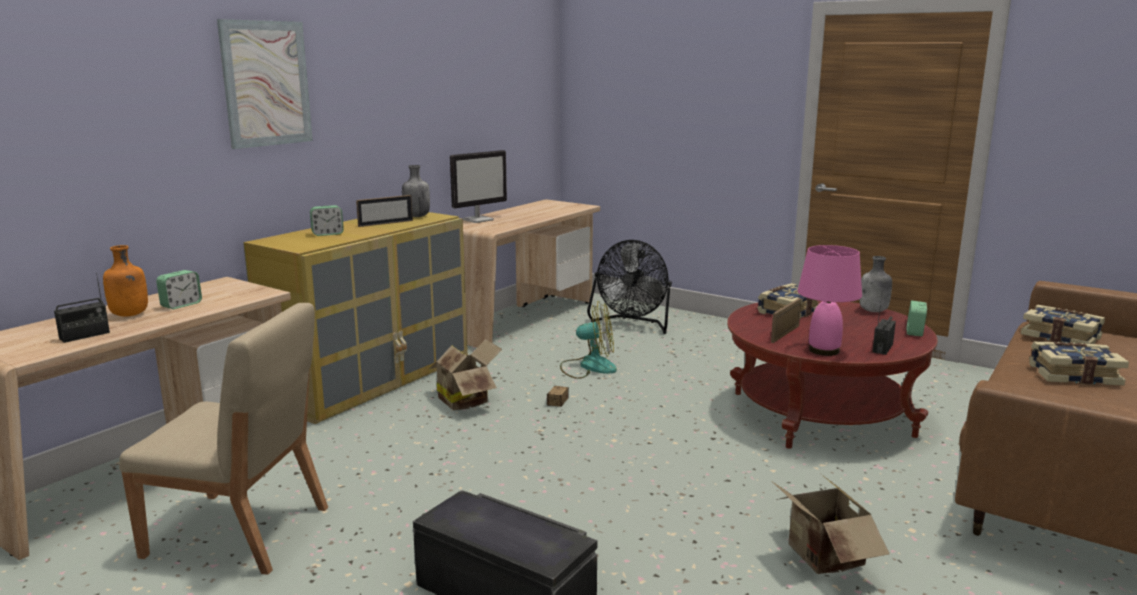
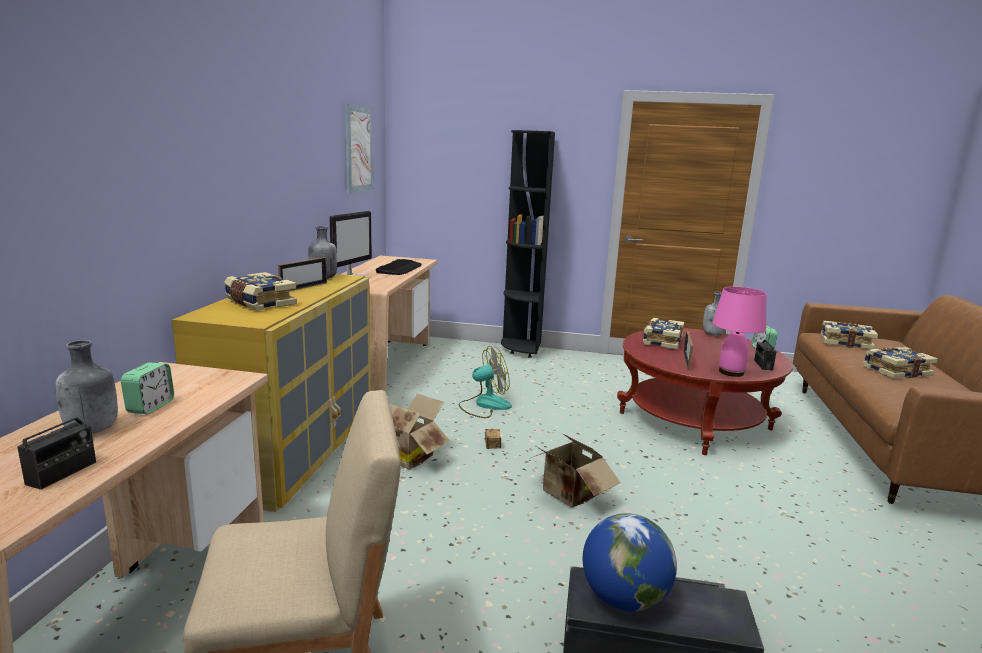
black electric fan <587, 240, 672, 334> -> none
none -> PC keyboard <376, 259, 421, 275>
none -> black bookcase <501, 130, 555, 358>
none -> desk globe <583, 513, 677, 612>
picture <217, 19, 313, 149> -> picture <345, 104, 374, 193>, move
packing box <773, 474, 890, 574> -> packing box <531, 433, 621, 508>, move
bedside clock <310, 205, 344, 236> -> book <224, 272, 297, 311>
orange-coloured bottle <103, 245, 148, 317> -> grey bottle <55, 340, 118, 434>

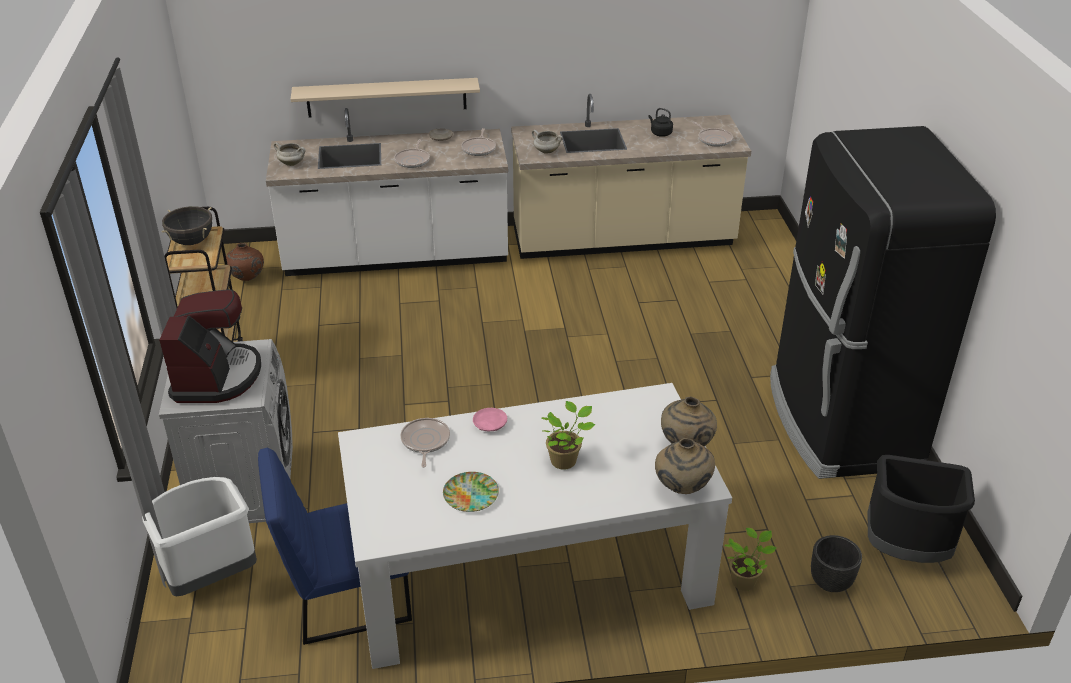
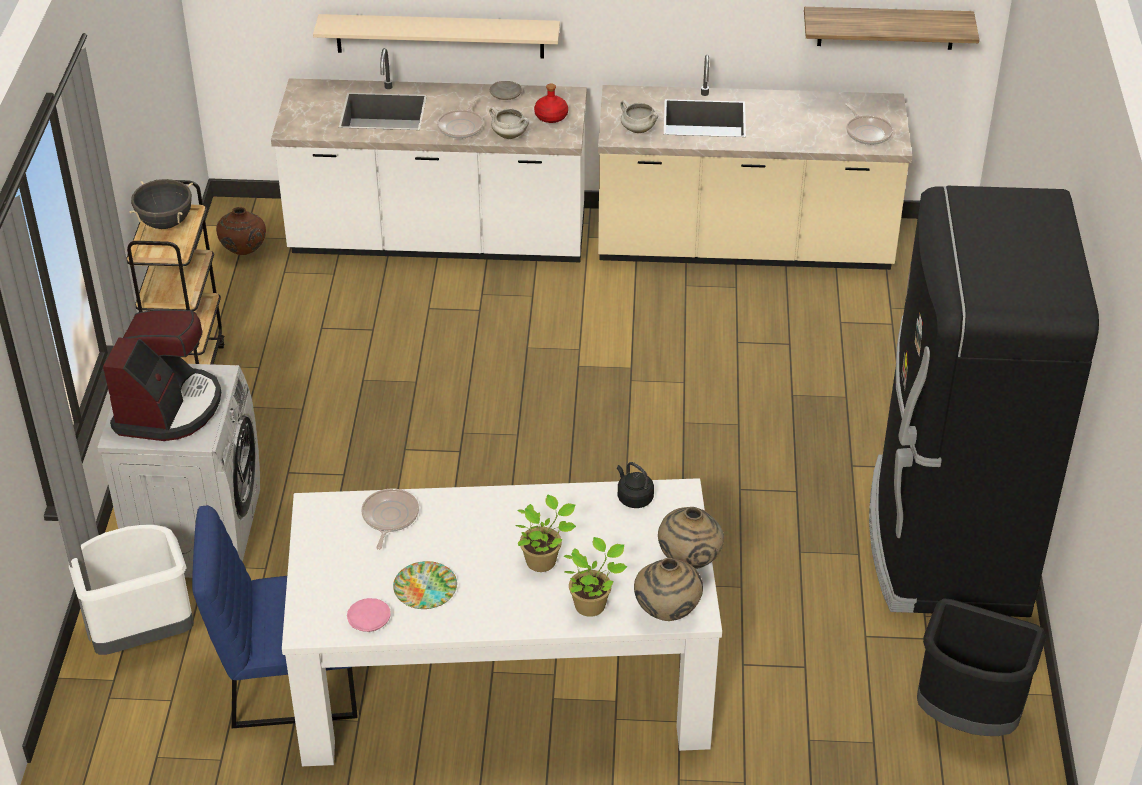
black flower pot <811, 535, 862, 592> -> none
none -> bracket shelf <804, 7, 979, 50>
whitish saucepot <274, 142, 305, 166> -> whitish saucepot <489, 107, 529, 139>, move
pink-coloured dinner plate <473, 408, 507, 431> -> pink-coloured dinner plate <347, 598, 391, 632>, move
black tea kettle <648, 108, 673, 137> -> black tea kettle <617, 462, 654, 508>, move
potted plant <724, 528, 777, 591> -> potted plant <564, 537, 627, 617>, move
frying pan <461, 128, 496, 156> -> red-coloured bottle <534, 84, 568, 123>

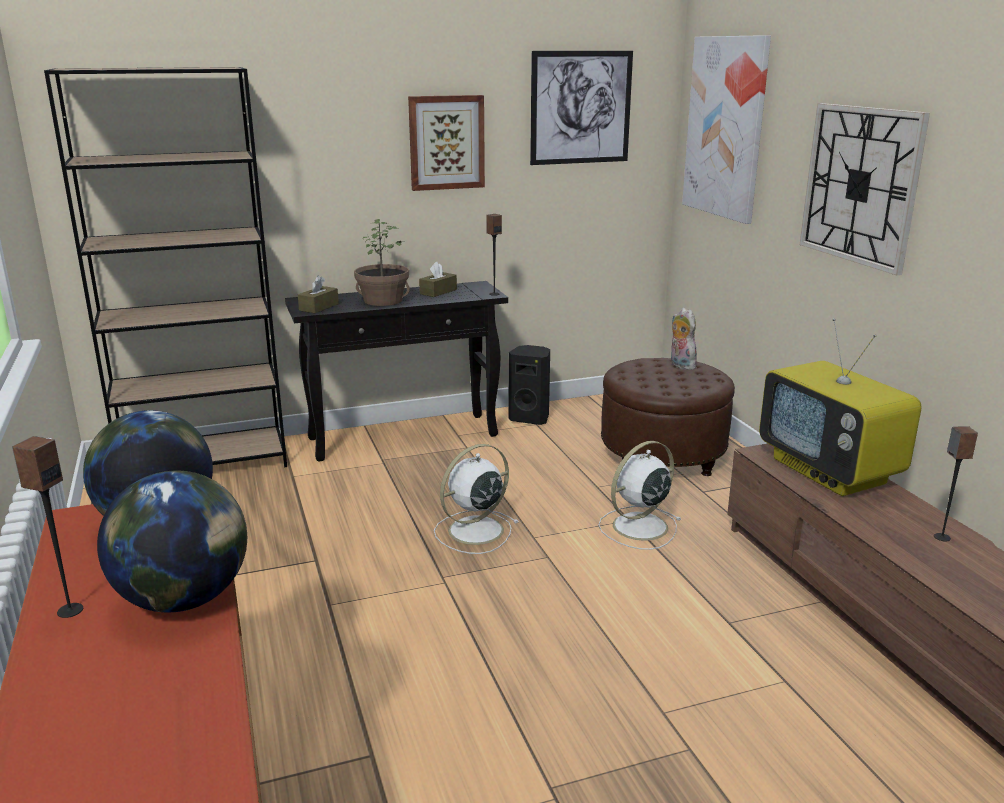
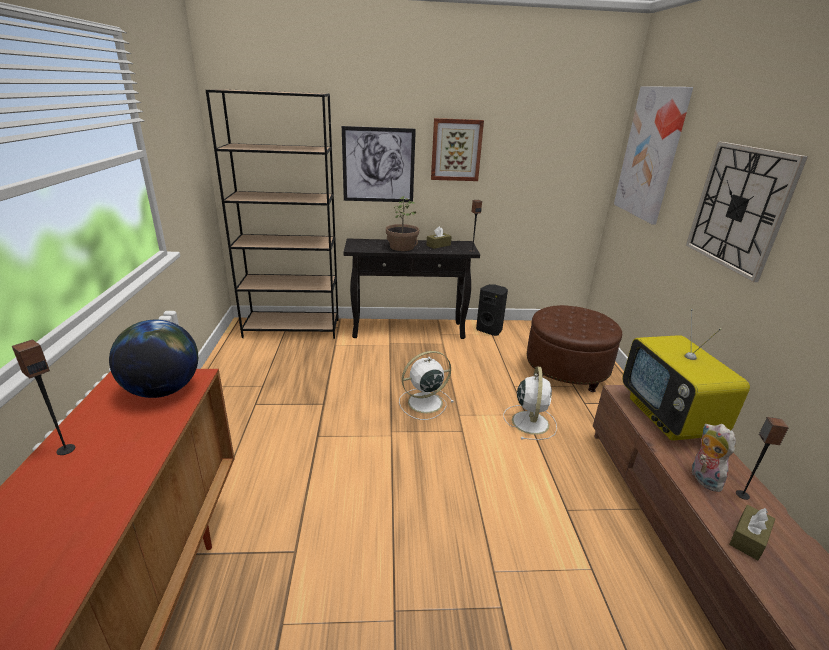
desk globe <97, 470, 247, 613> -> none
brown tissue box <298, 276, 339, 313> -> brown tissue box <729, 505, 775, 561>, move
picture <530, 51, 633, 165> -> picture <342, 126, 416, 202>, move
cuddly toy <671, 308, 697, 370> -> cuddly toy <692, 424, 736, 492>, move
whitish electric fan <598, 441, 682, 550> -> whitish electric fan <503, 366, 557, 440>, 120 degrees clockwise

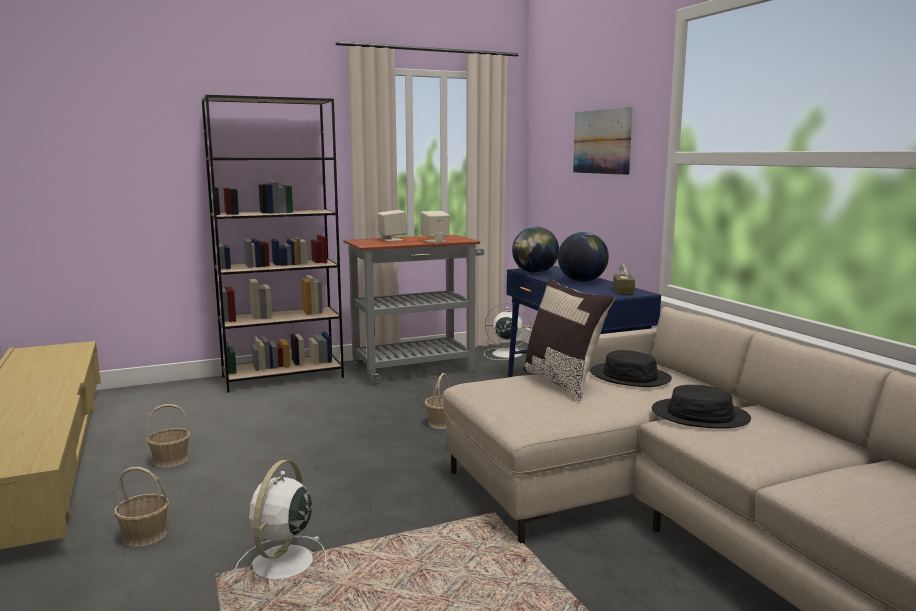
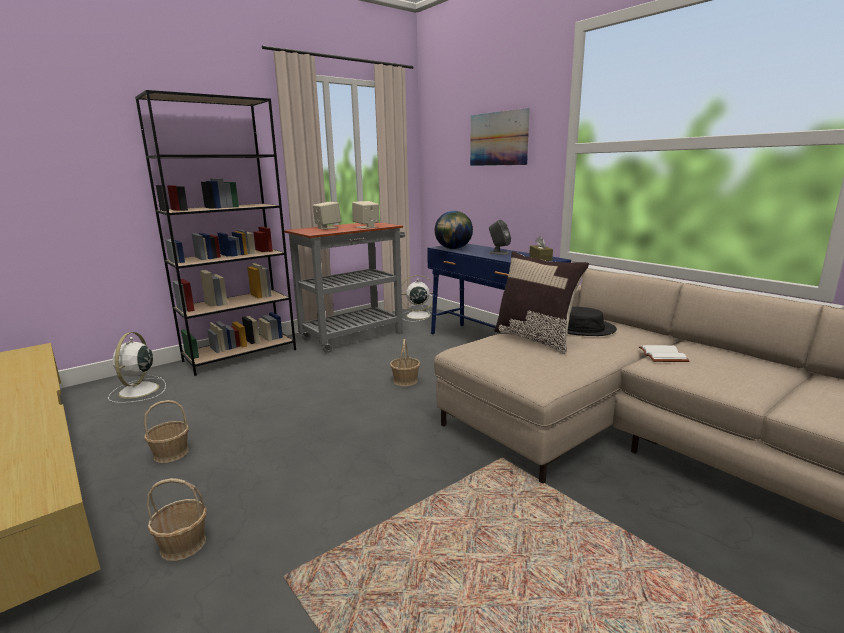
whitish electric fan <235, 460, 327, 579> -> whitish electric fan <108, 332, 166, 403>, move
desk globe <558, 232, 609, 282> -> grey audio speaker <489, 220, 511, 255>
black hat <652, 385, 751, 429> -> whitish book <639, 345, 689, 362>

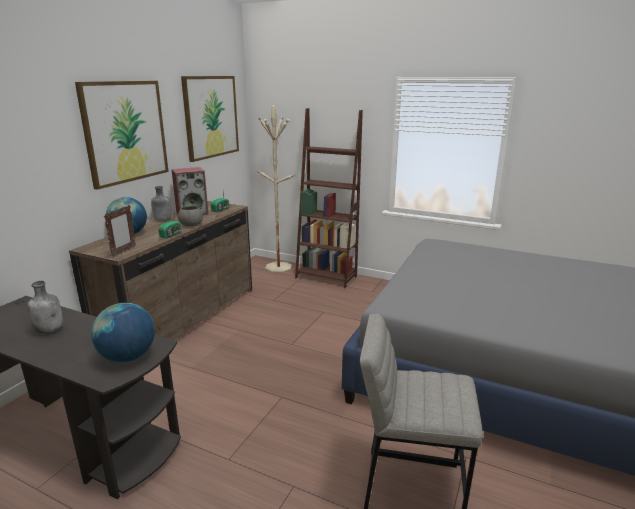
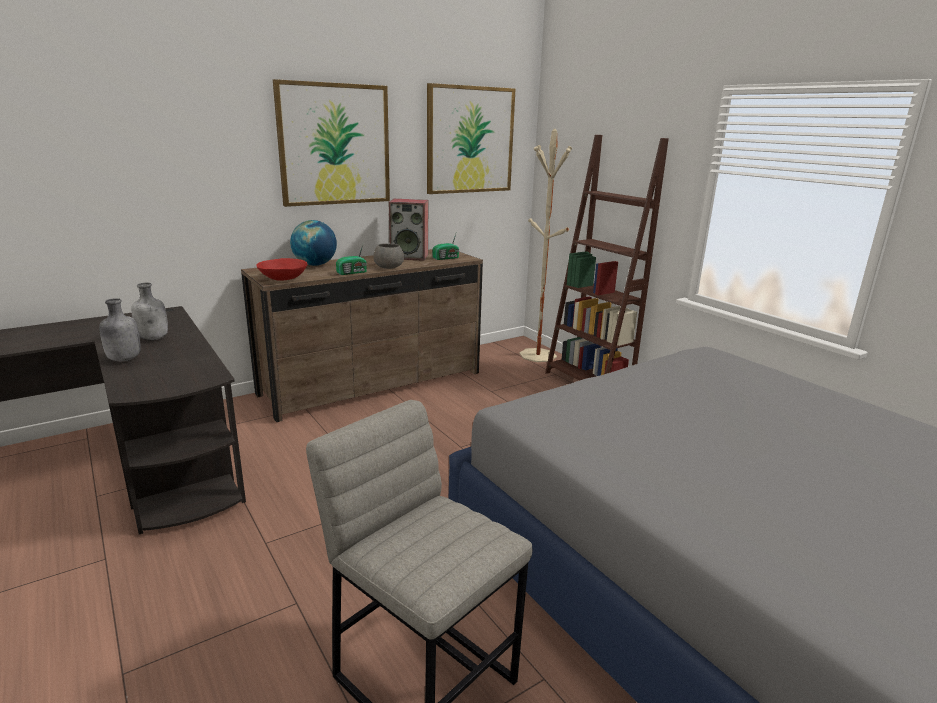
desk globe <91, 303, 155, 362> -> none
grey bottle <151, 186, 172, 221> -> grey bottle <99, 298, 141, 362>, move
picture frame <104, 205, 136, 257> -> red-coloured serving bowl <256, 258, 307, 281>

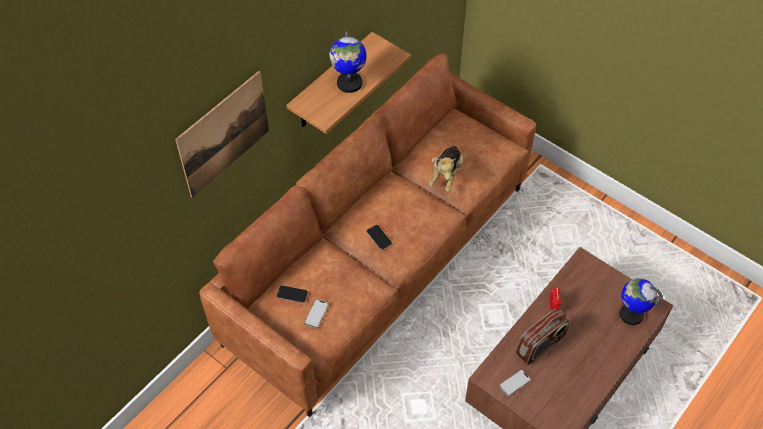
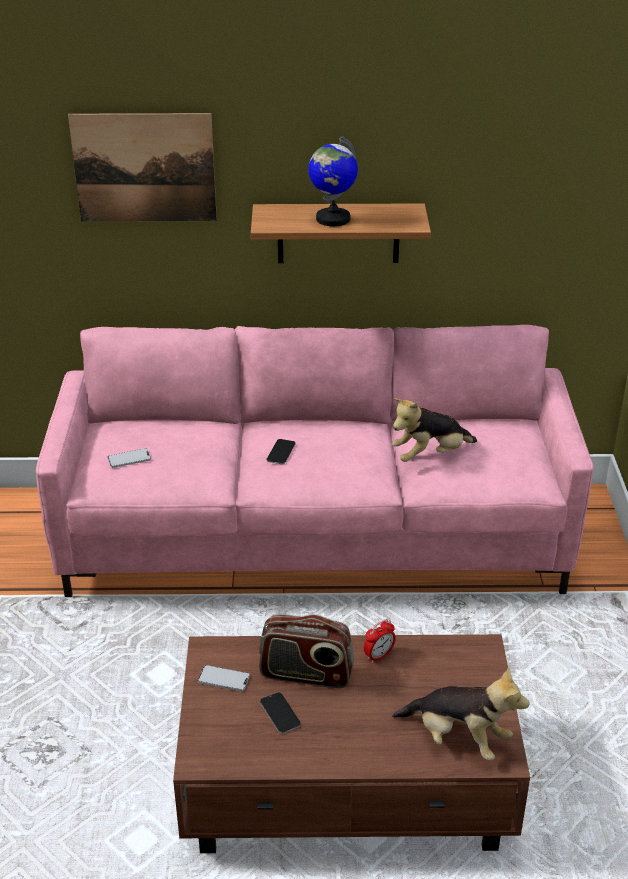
handset <277, 286, 308, 303> -> handset <260, 692, 301, 733>, move
desk globe <620, 278, 663, 325> -> cuddly toy <392, 666, 529, 761>
brown couch <199, 54, 536, 417> -> pink-coloured couch <36, 325, 594, 597>

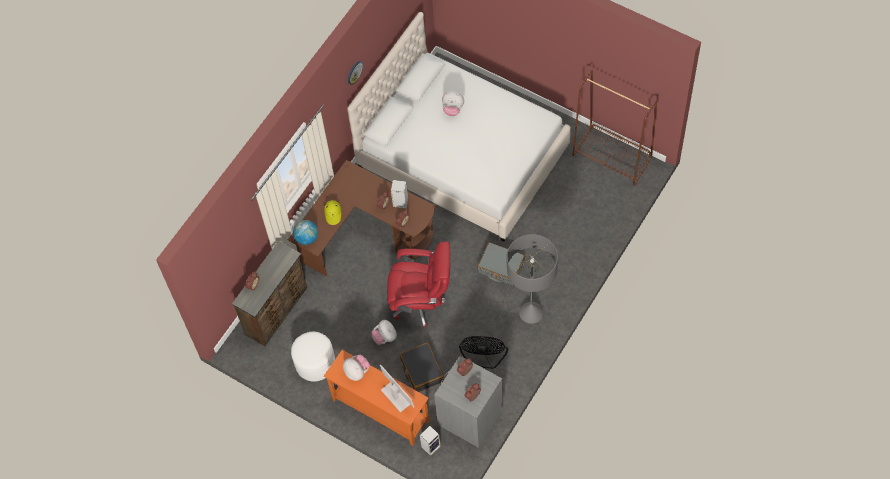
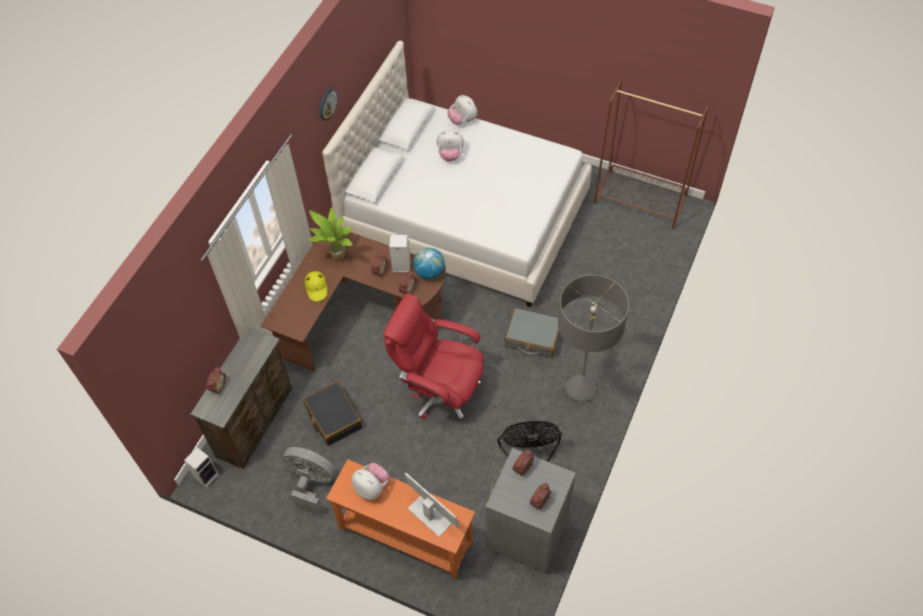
none -> potted plant <307, 207, 354, 261>
desk globe <293, 220, 318, 245> -> desk globe <413, 248, 445, 279>, move
cuddly toy <371, 320, 397, 345> -> cuddly toy <448, 95, 477, 125>, move
black piece of luggage <400, 342, 444, 392> -> black piece of luggage <303, 381, 363, 446>, move
audio speaker <420, 426, 440, 456> -> audio speaker <184, 447, 219, 487>, move
whitish pouffe <291, 332, 335, 382> -> grey electric fan <283, 447, 336, 515>
red-coloured computer chair <387, 242, 450, 327> -> red-coloured computer chair <383, 294, 484, 420>, 150 degrees counterclockwise

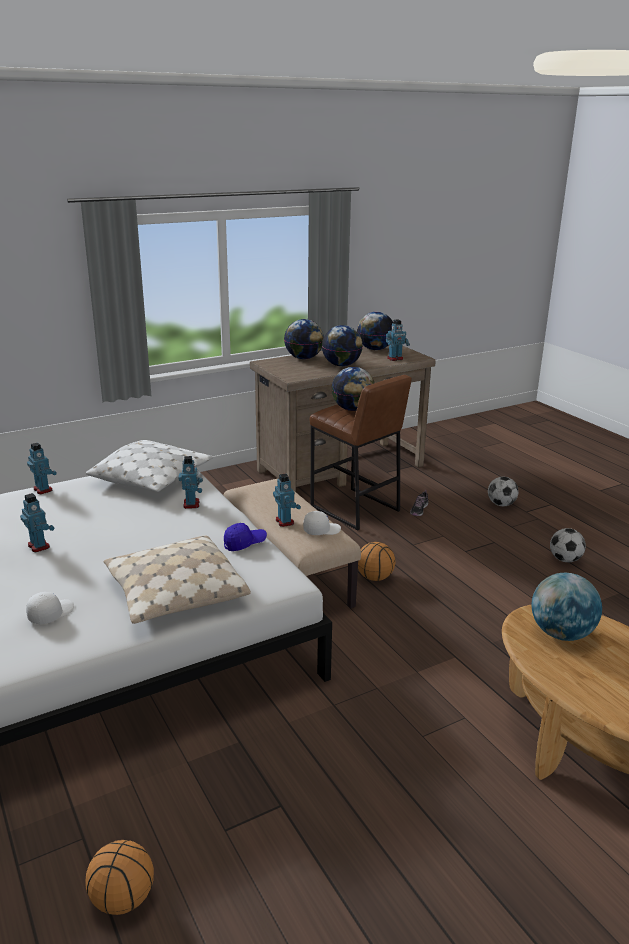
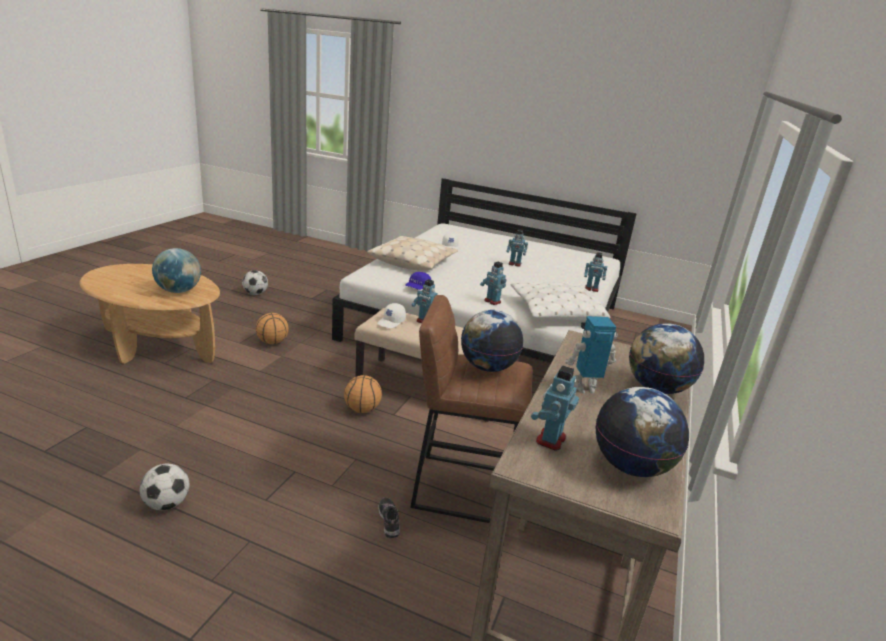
basketball ball <85, 840, 154, 915> -> basketball ball <256, 313, 289, 344>, move
football <488, 477, 519, 506> -> football <242, 270, 268, 295>, move
desk globe <322, 325, 363, 366> -> model robot <565, 316, 618, 394>

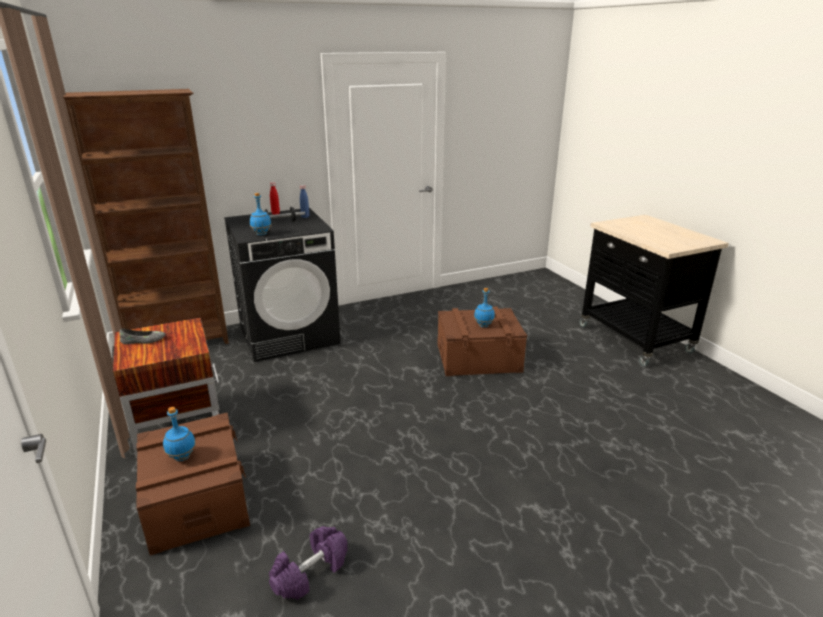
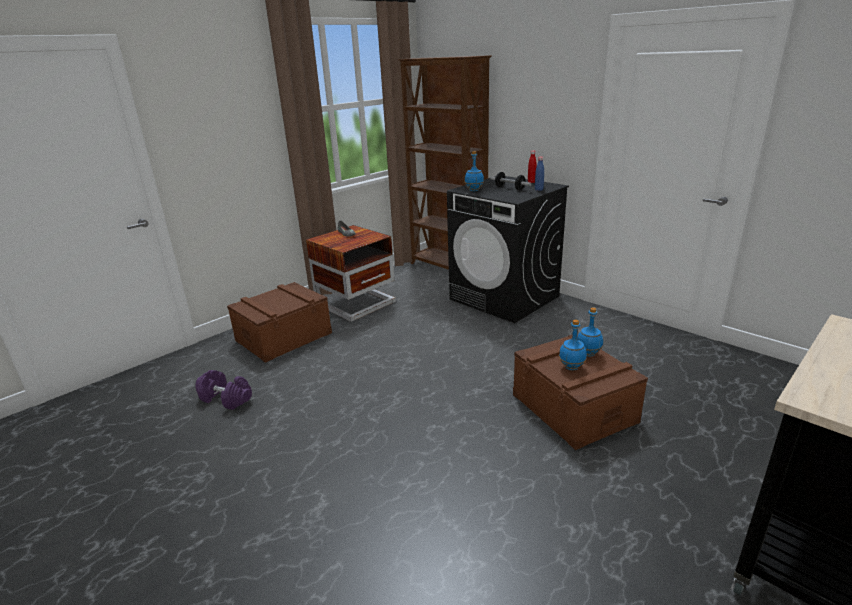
blue bottle <163, 407, 196, 461> -> blue bottle <577, 307, 603, 357>, move

